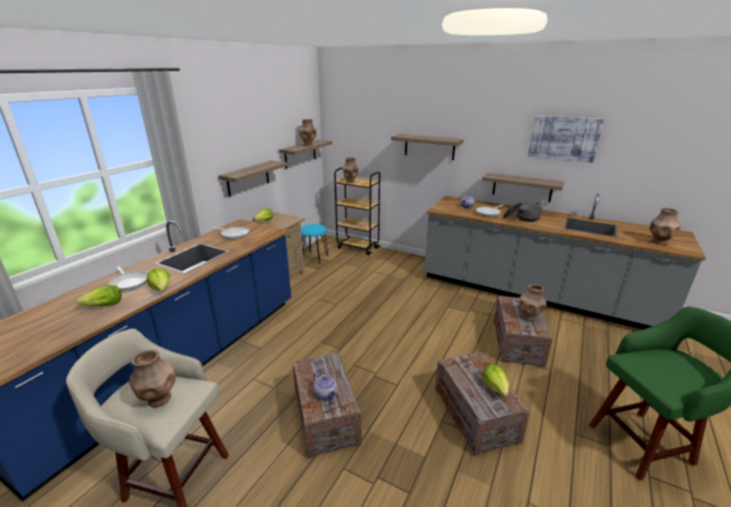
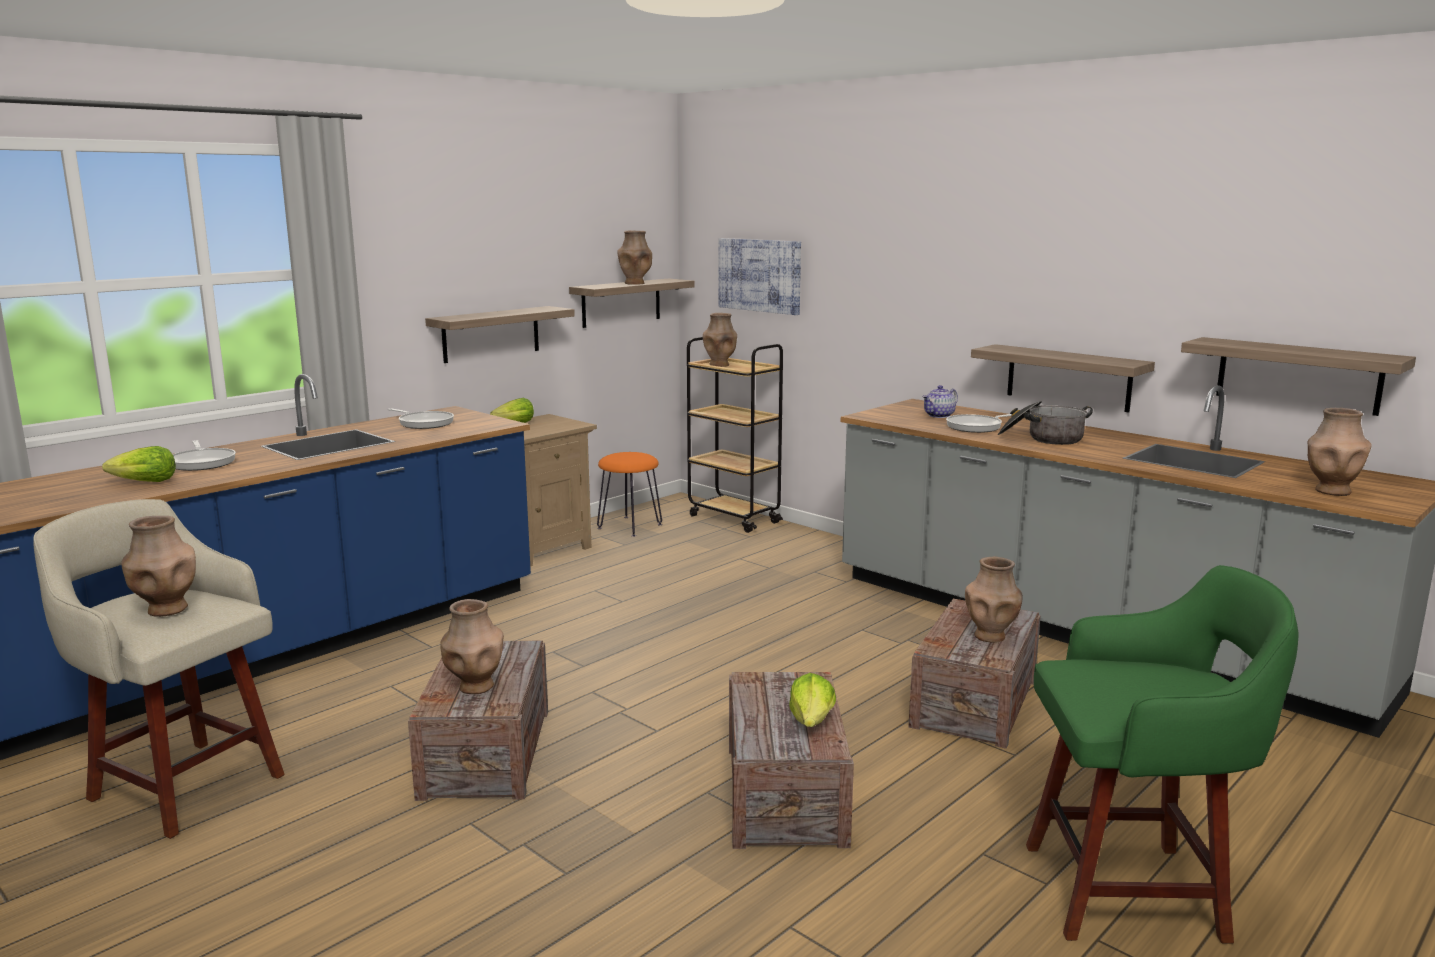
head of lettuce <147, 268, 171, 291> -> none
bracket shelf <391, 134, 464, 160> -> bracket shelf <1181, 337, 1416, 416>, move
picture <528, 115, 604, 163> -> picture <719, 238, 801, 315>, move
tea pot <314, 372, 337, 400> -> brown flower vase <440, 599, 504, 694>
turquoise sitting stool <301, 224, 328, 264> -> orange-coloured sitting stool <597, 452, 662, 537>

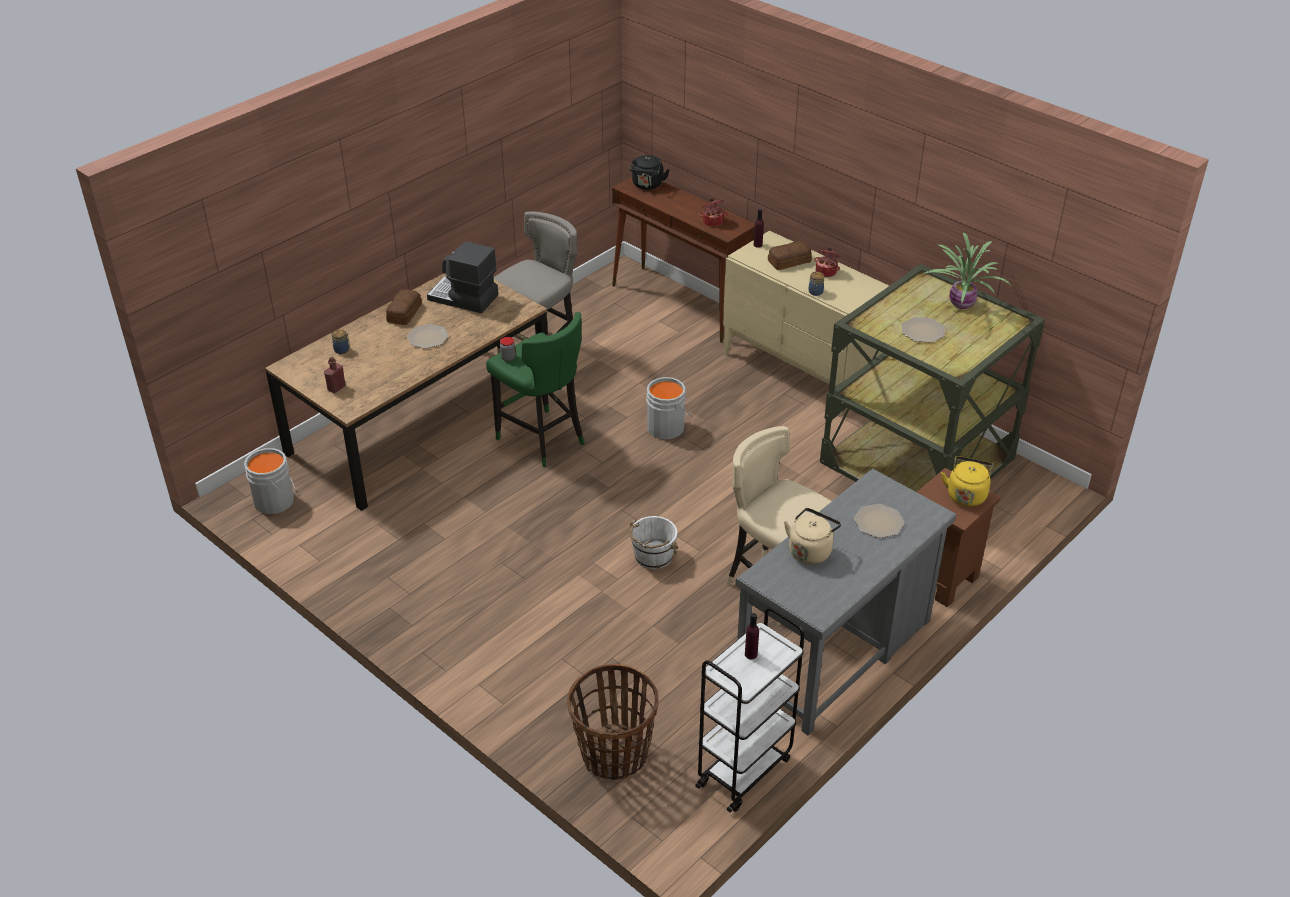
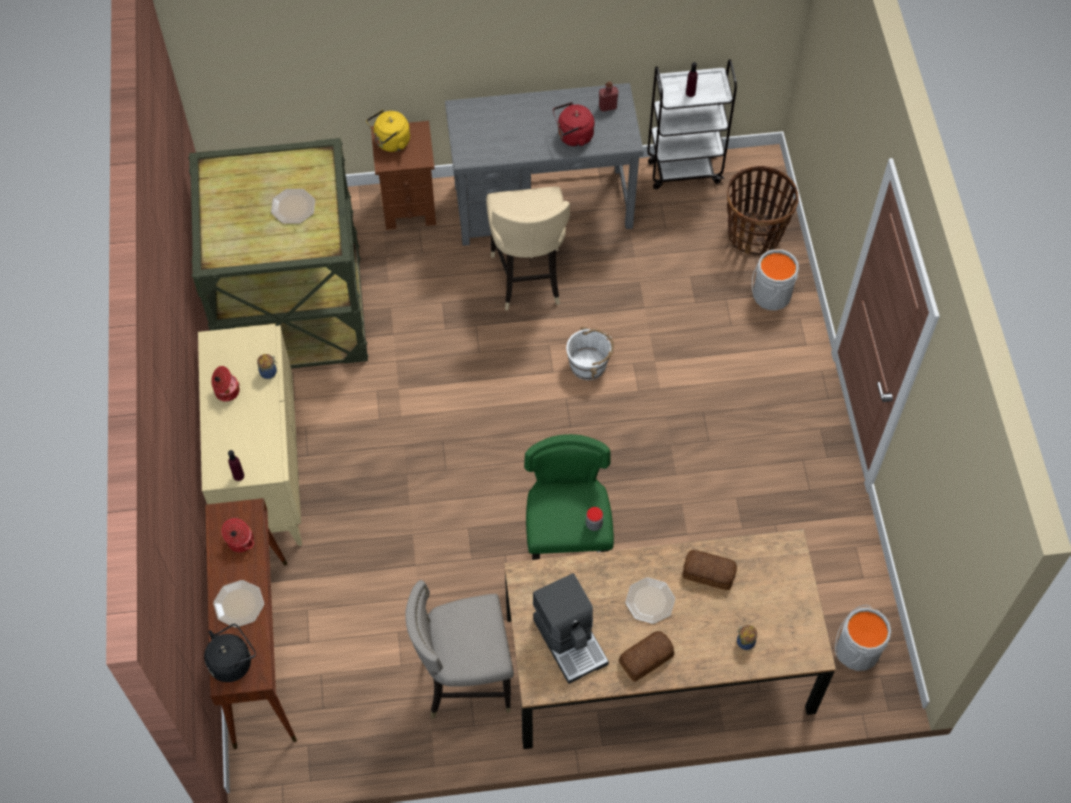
potted plant <923, 232, 1010, 309> -> none
red-coloured bottle <324, 357, 346, 393> -> red-coloured bottle <599, 81, 619, 112>, move
grey bucket <646, 377, 692, 440> -> grey bucket <752, 249, 799, 310>, move
baked bread <768, 241, 812, 270> -> baked bread <682, 550, 737, 590>, move
dinner plate <854, 504, 905, 538> -> dinner plate <213, 580, 264, 628>, move
sand-coloured tea kettle <784, 508, 841, 564> -> red-coloured tea kettle <553, 102, 595, 147>

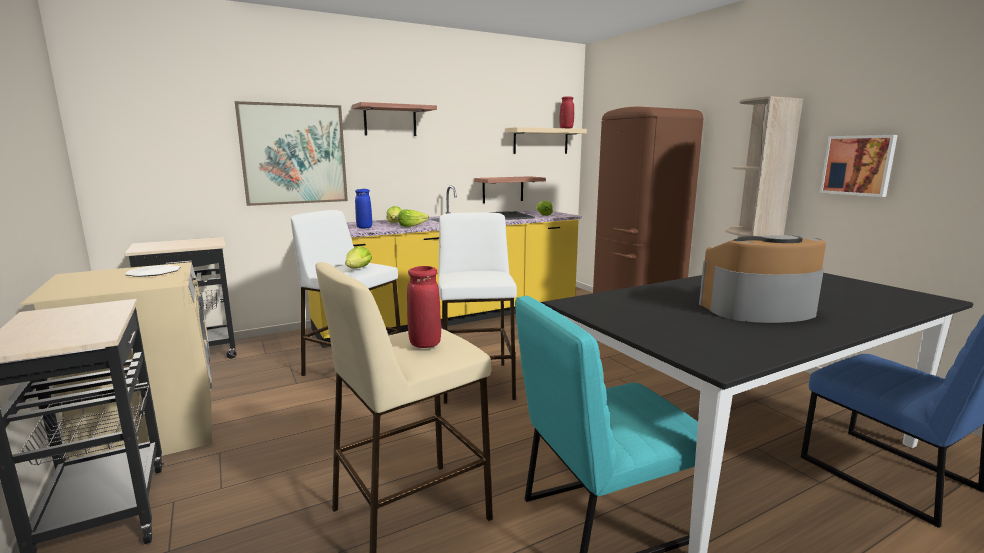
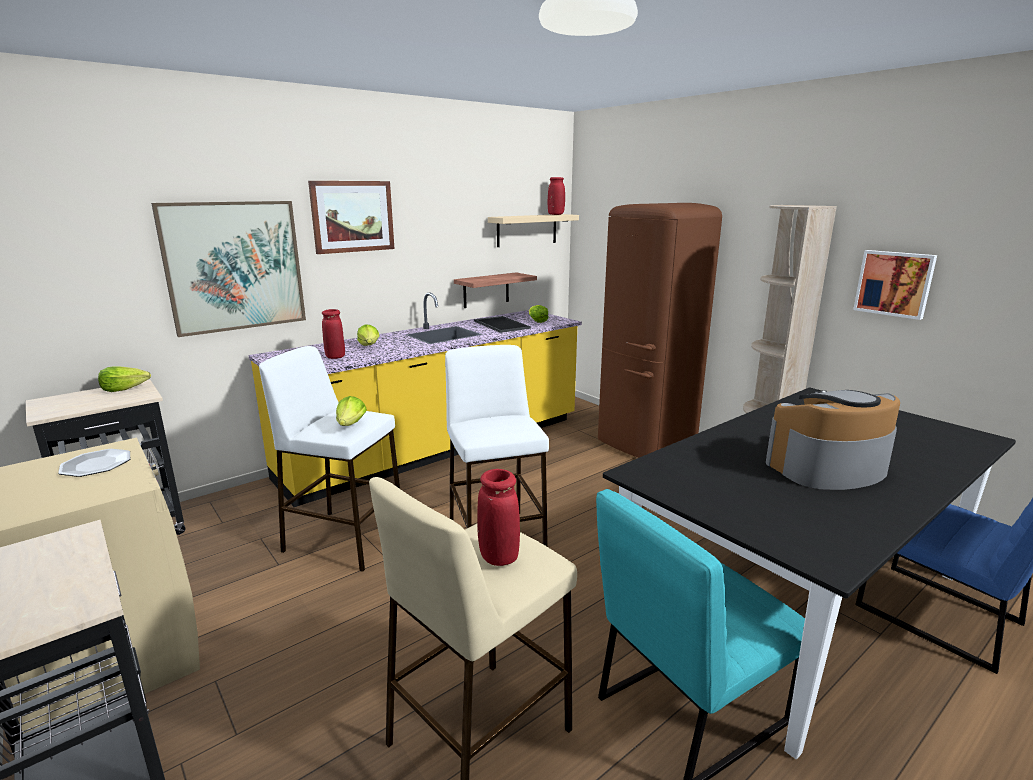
head of lettuce <398, 210, 429, 227> -> head of lettuce <98, 367, 151, 392>, move
bracket shelf <352, 102, 437, 136> -> picture <308, 181, 394, 254>
blue flower vase <355, 189, 372, 228> -> red-coloured flower vase <322, 309, 345, 359>

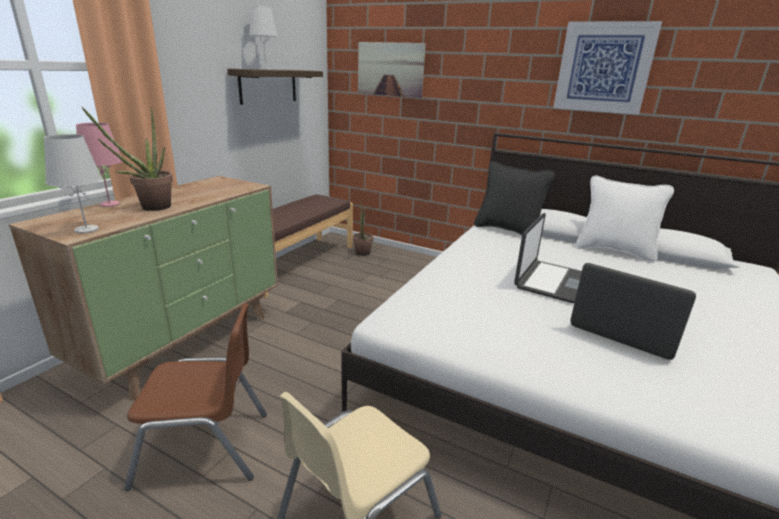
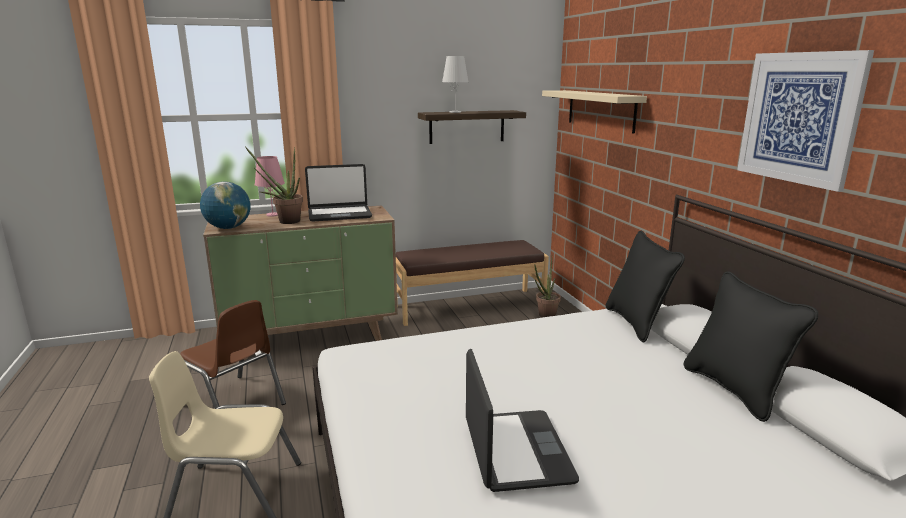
portable computer <514, 213, 582, 303> -> portable computer <305, 164, 372, 222>, move
whitish table lamp <44, 134, 102, 233> -> desk globe <200, 181, 251, 229>
picture <358, 42, 426, 98> -> sand-coloured bracket shelf <542, 90, 647, 134>
whitish pillow <576, 176, 674, 263> -> black pillow <684, 271, 818, 422>

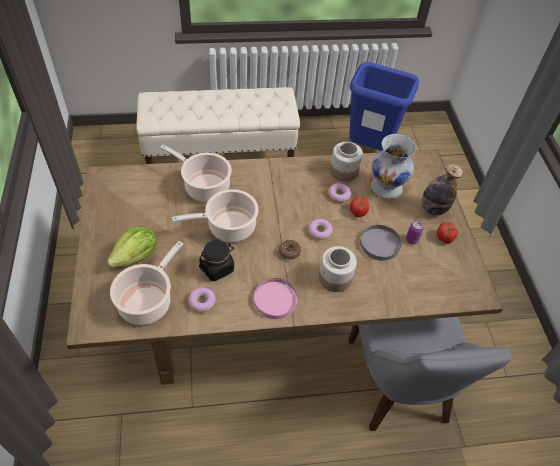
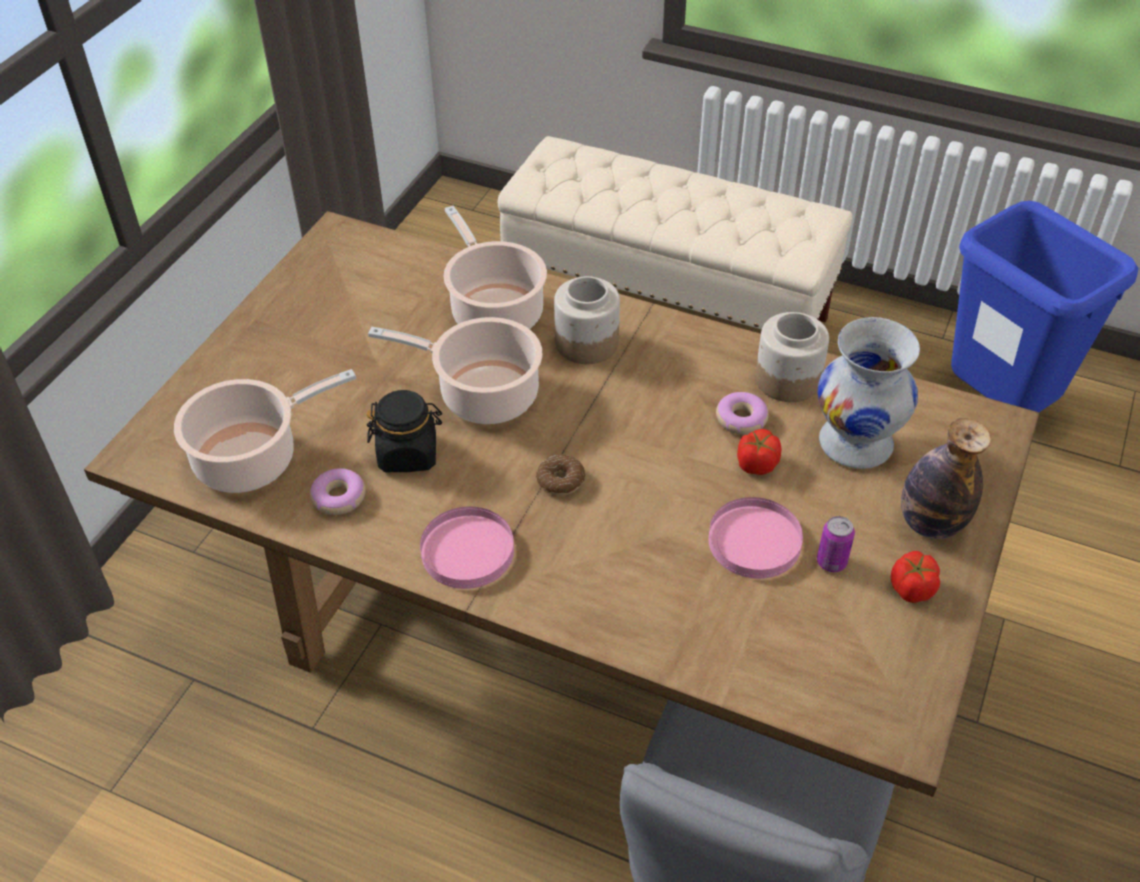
head of lettuce <107, 226, 157, 267> -> none
ring doughnut <308, 219, 333, 240> -> none
storage jar <319, 246, 357, 292> -> storage jar <554, 276, 620, 364>, move
grey dinner plate <360, 225, 401, 261> -> pink-coloured dinner plate <709, 497, 803, 579>

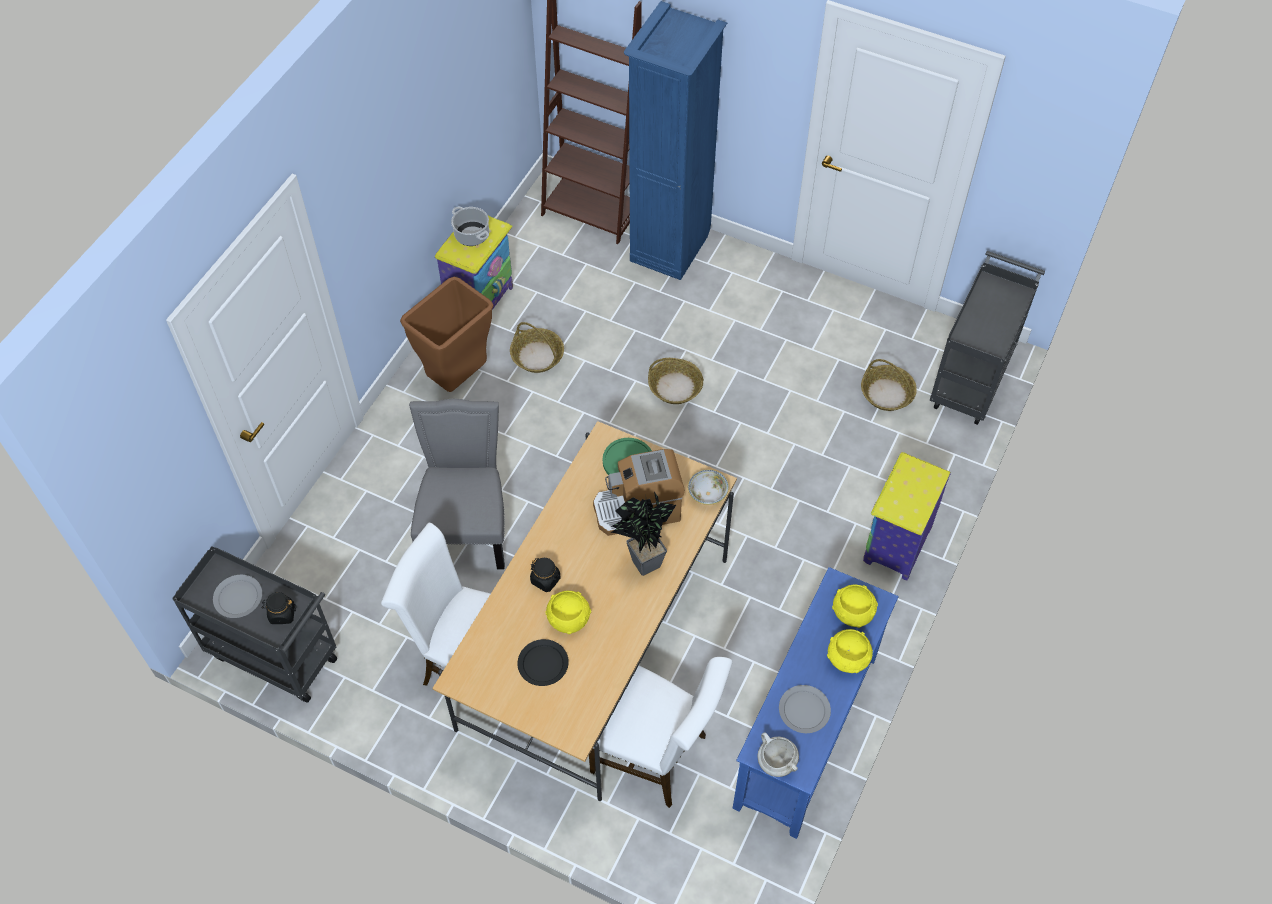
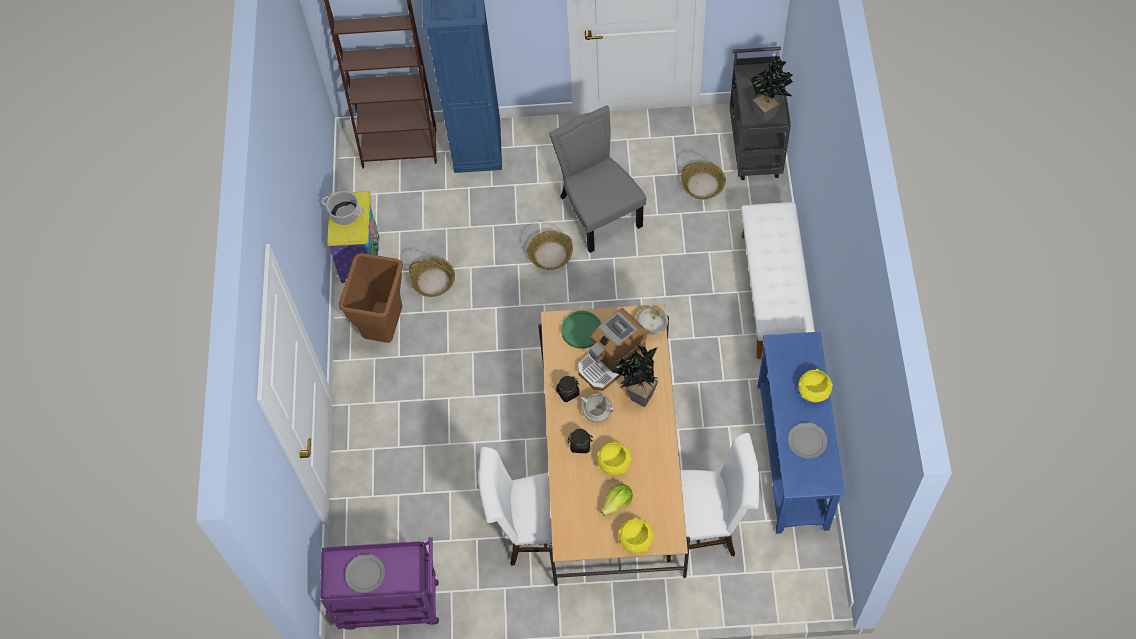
none -> potted plant <751, 55, 793, 124>
black storage jar <262, 592, 296, 624> -> black storage jar <556, 376, 580, 402>, move
grey plain chair <409, 399, 505, 569> -> grey plain chair <549, 105, 646, 253>, move
whitish saucepot <757, 732, 799, 777> -> whitish saucepot <580, 394, 614, 422>, move
yellow-coloured serving bowl <832, 585, 878, 628> -> yellow-coloured serving bowl <618, 517, 654, 553>, move
black dinner plate <517, 639, 569, 686> -> head of lettuce <601, 484, 633, 516>
bedside table <863, 452, 951, 581> -> whitish bench <741, 202, 815, 359>
grey trolley <172, 546, 337, 702> -> purplish trolley <320, 537, 439, 630>

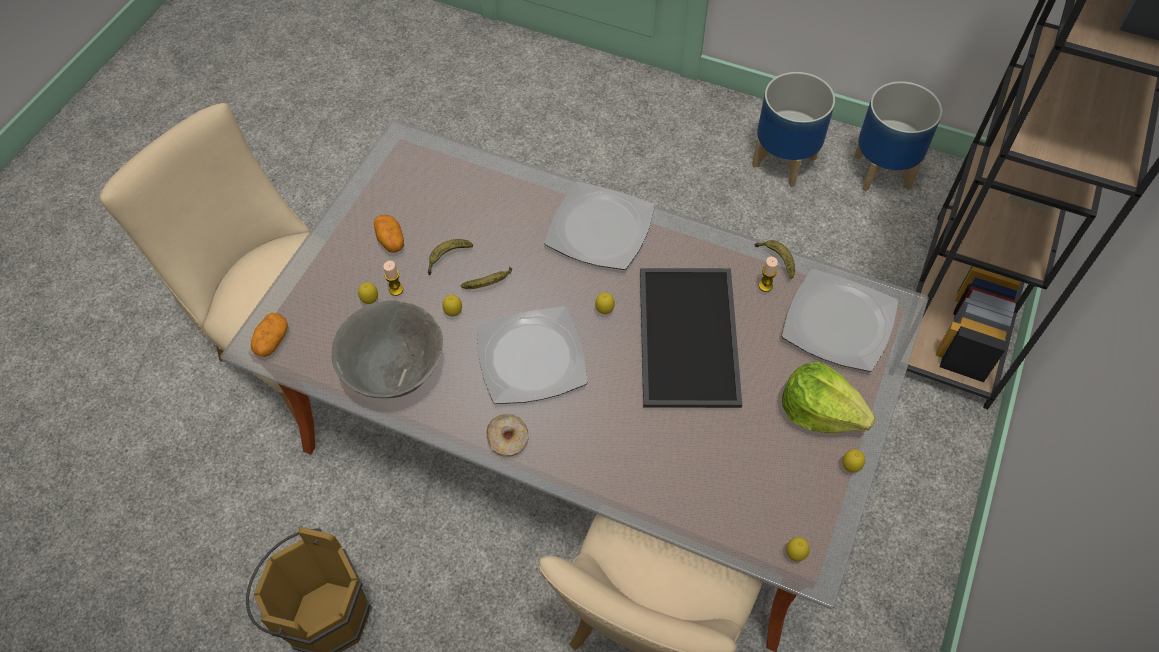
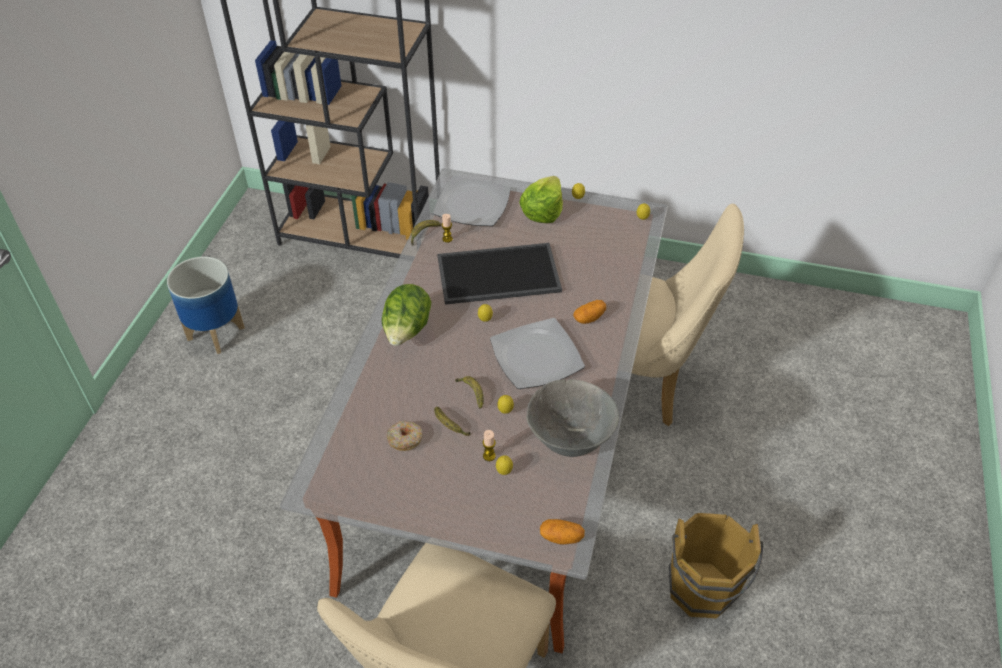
flower pot <854, 81, 942, 192> -> none
spud <374, 215, 404, 253> -> spud <573, 300, 606, 324>, move
ring doughnut <486, 414, 529, 456> -> ring doughnut <387, 421, 423, 451>, move
dinner plate <544, 181, 655, 270> -> head of lettuce <381, 284, 431, 346>

